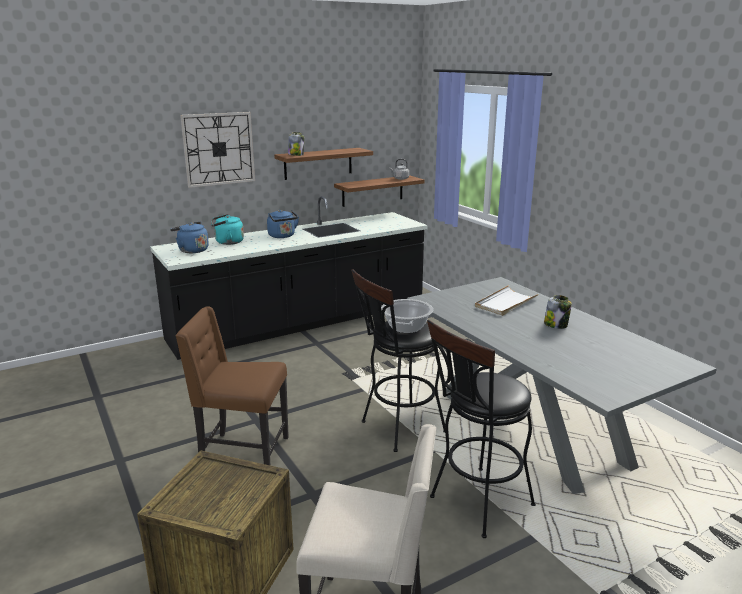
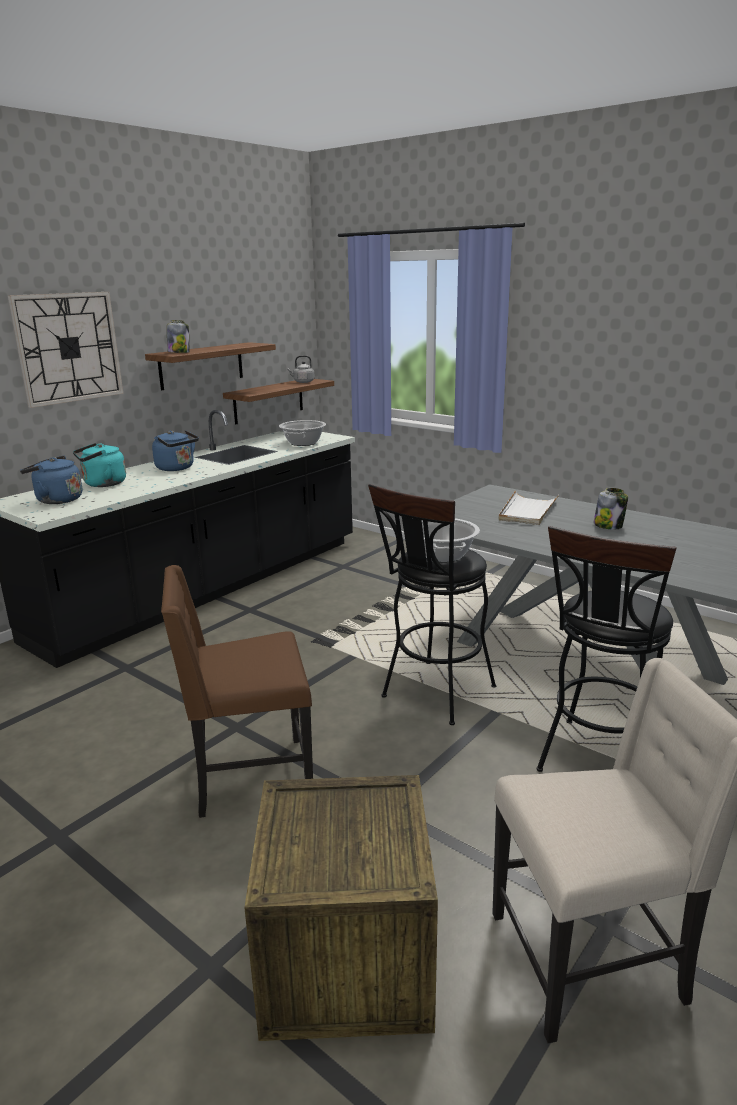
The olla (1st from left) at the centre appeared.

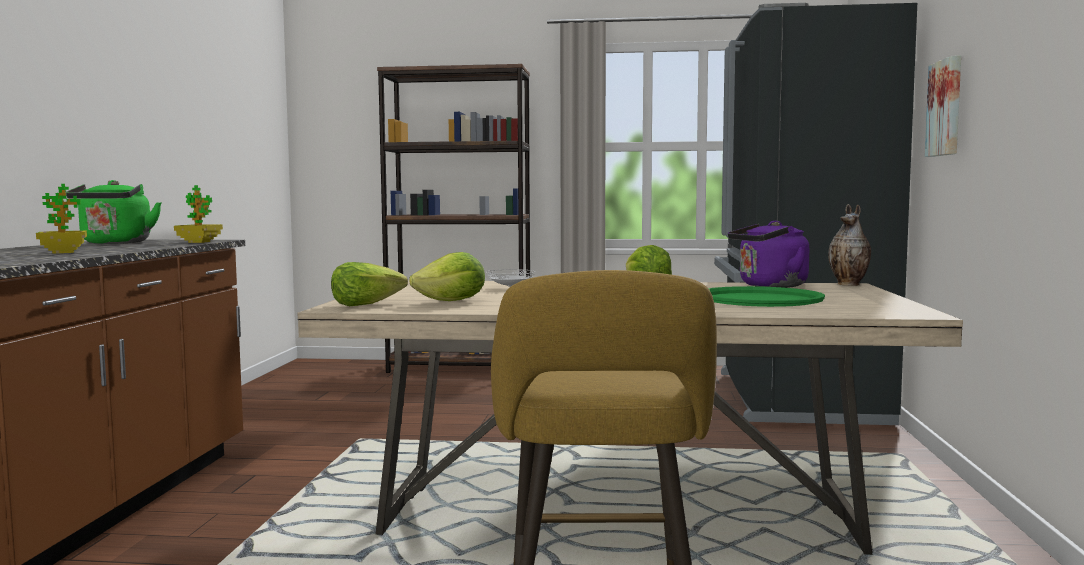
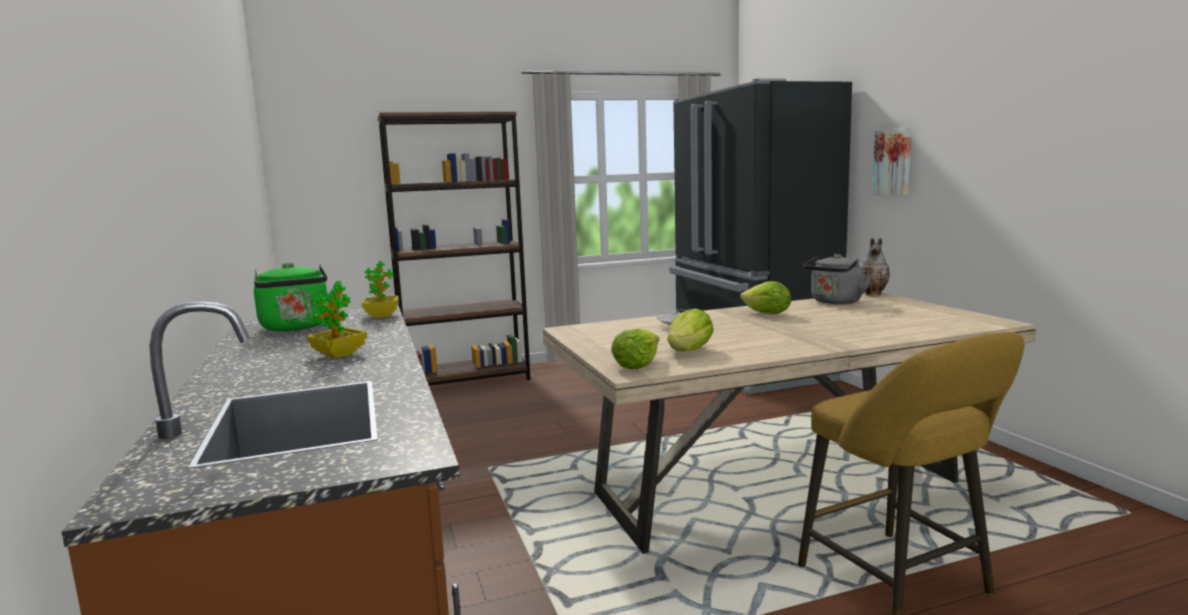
The bandeja/verde at the middle right disappeared. The hervidor/morado at the middle right became the hervidor/gris at the middle right.

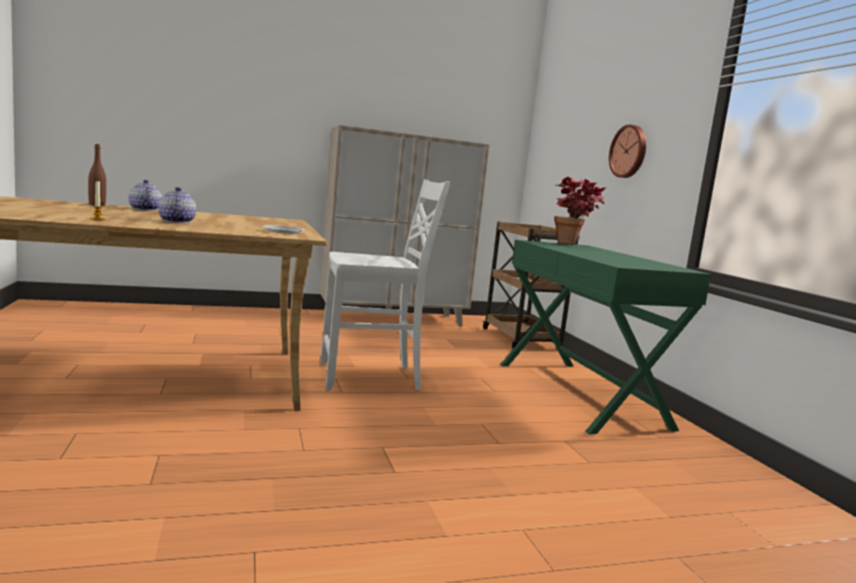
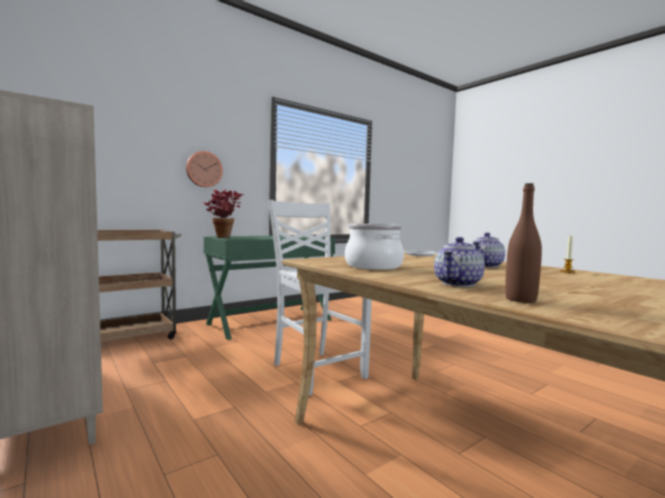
The olla at the centre appeared.

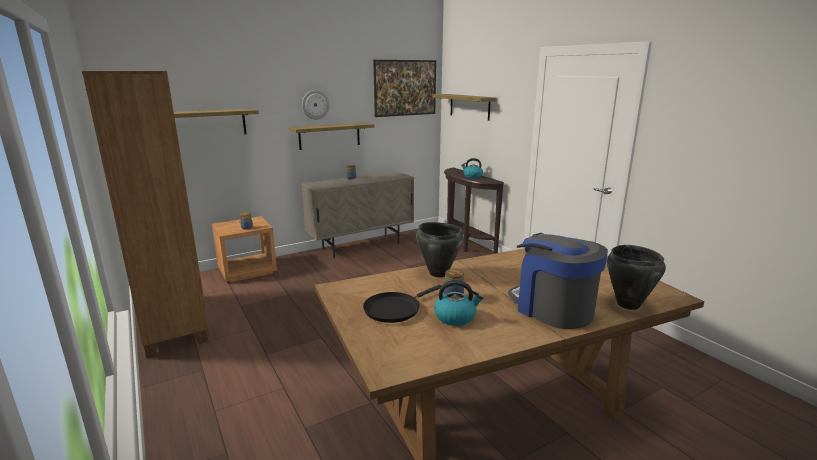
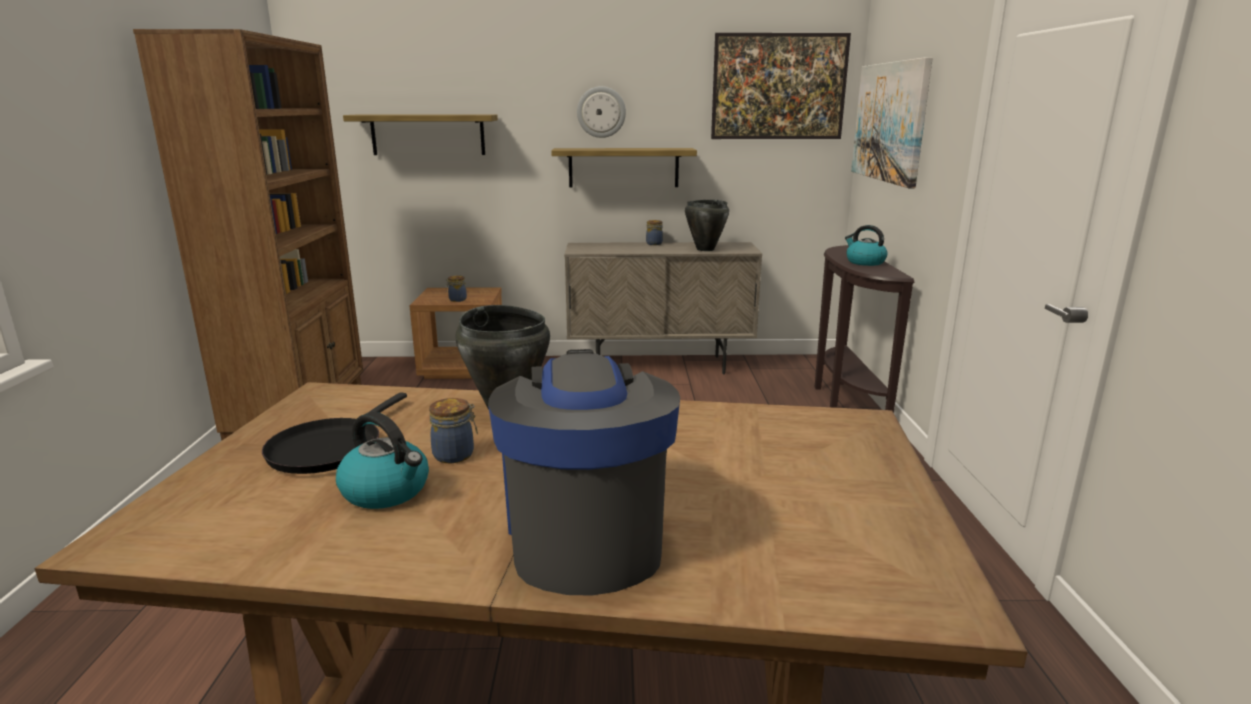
The olla/negro (2nd from left) moved from the middle right to the top centre. The estante (3rd from left) at the top centre was replaced by the cuadro (2nd from left) at the top right. The sartén/negro at the centre turned 60 degrees counterclockwise.

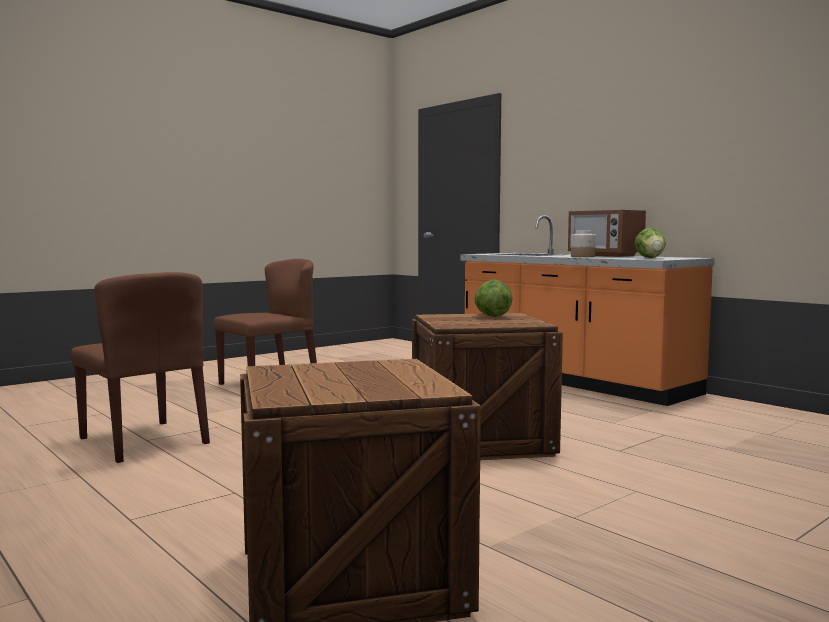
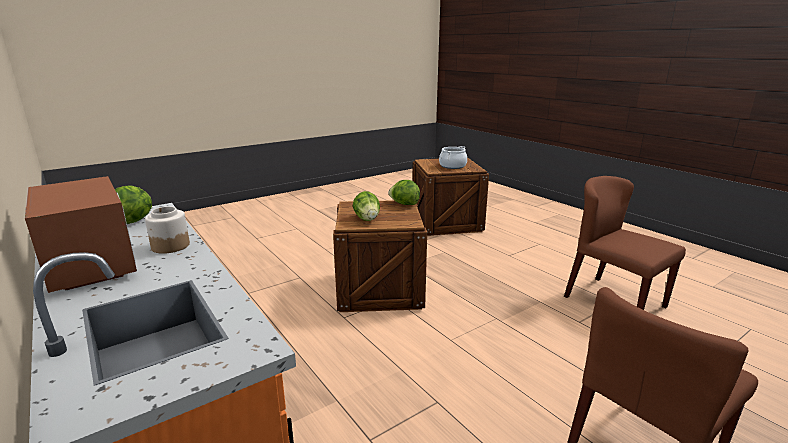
The lechuga (3rd from left) at the centre appeared. The olla at the centre appeared.

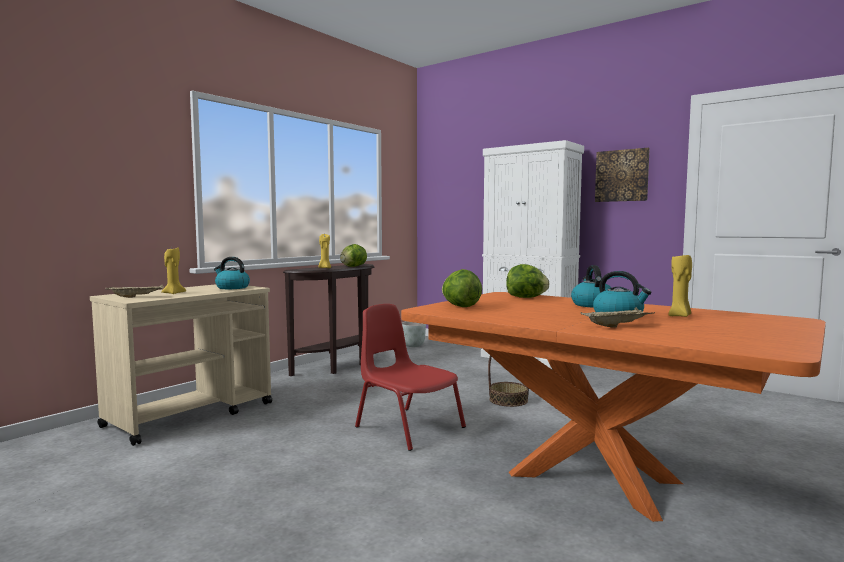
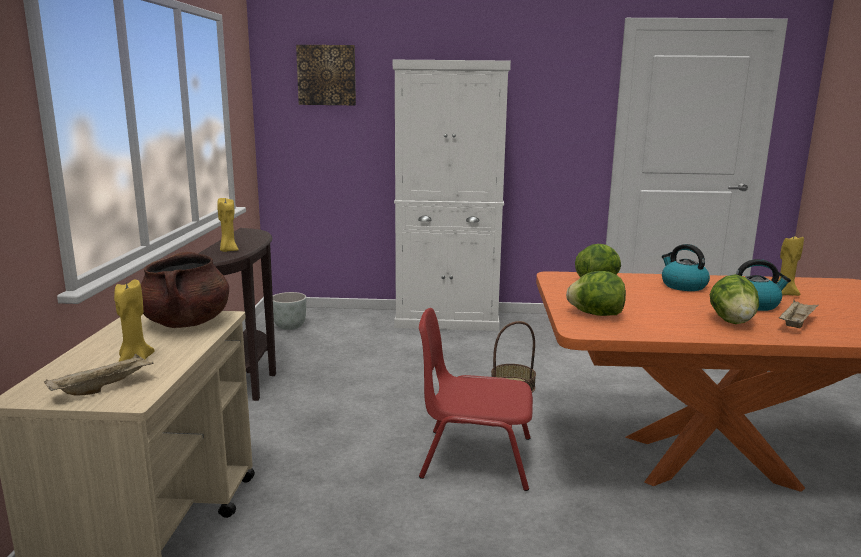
The lechuga (1st from left in the first image) moved from the centre to the middle right. The cuadro moved from the top right to the top centre. The hervidor (1st from left) at the middle left was replaced by the olla/marrón at the middle left.

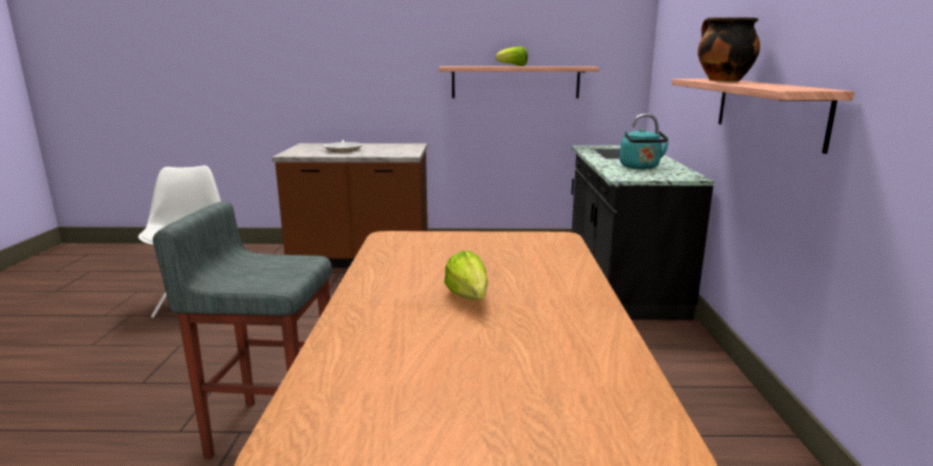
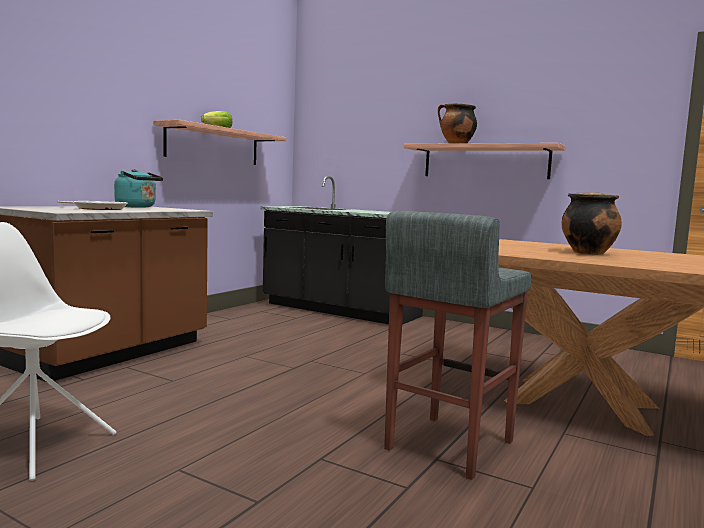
The hervidor/turquesa moved from the top right to the middle left. The lechuga (1st from left) at the centre was replaced by the olla (2nd from left) at the middle right.

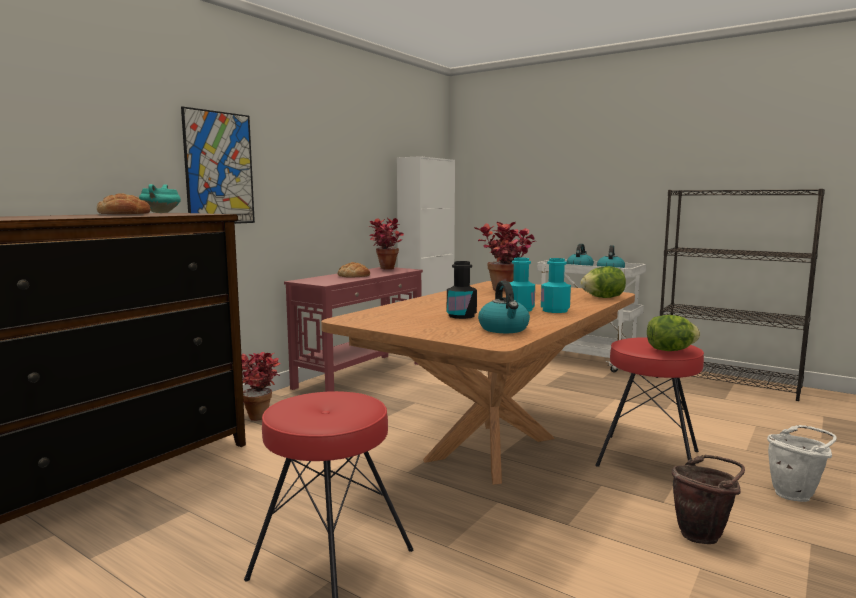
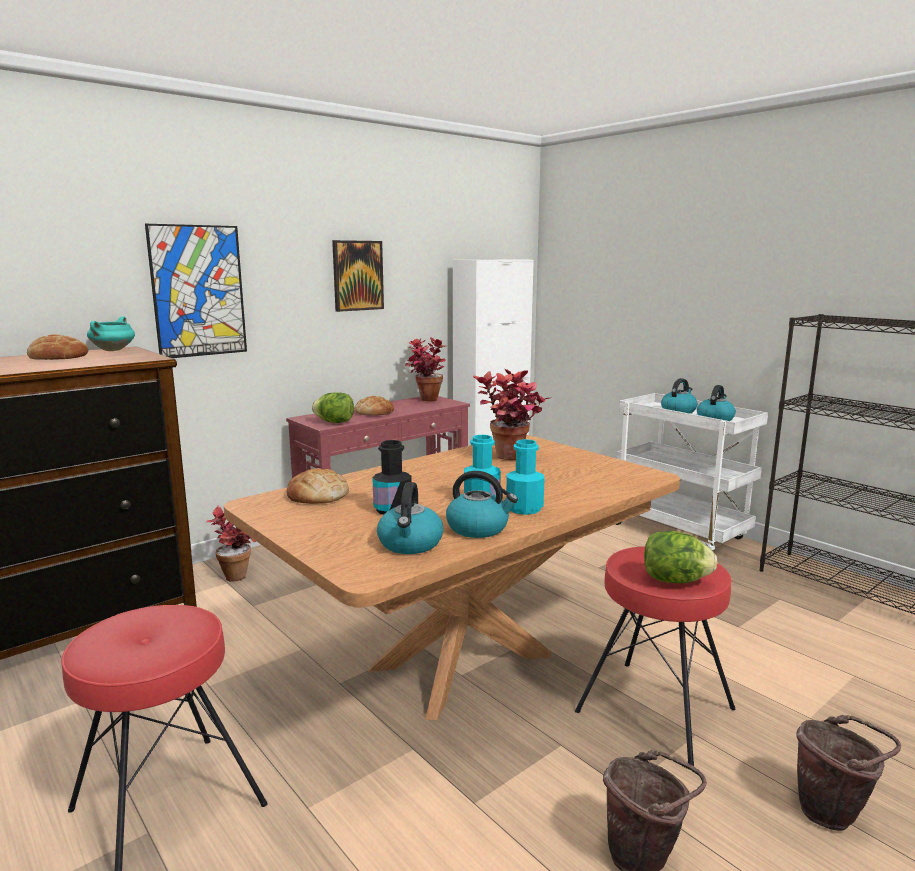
The pan (2nd from left) at the centre appeared. The cuadro (2nd from left) at the top centre appeared. The hervidor (2nd from left) at the centre appeared. The lechuga (1st from left) moved from the middle right to the centre. The cubo/blanco at the bottom right became the cubo/marrón (2nd from left) at the bottom right.

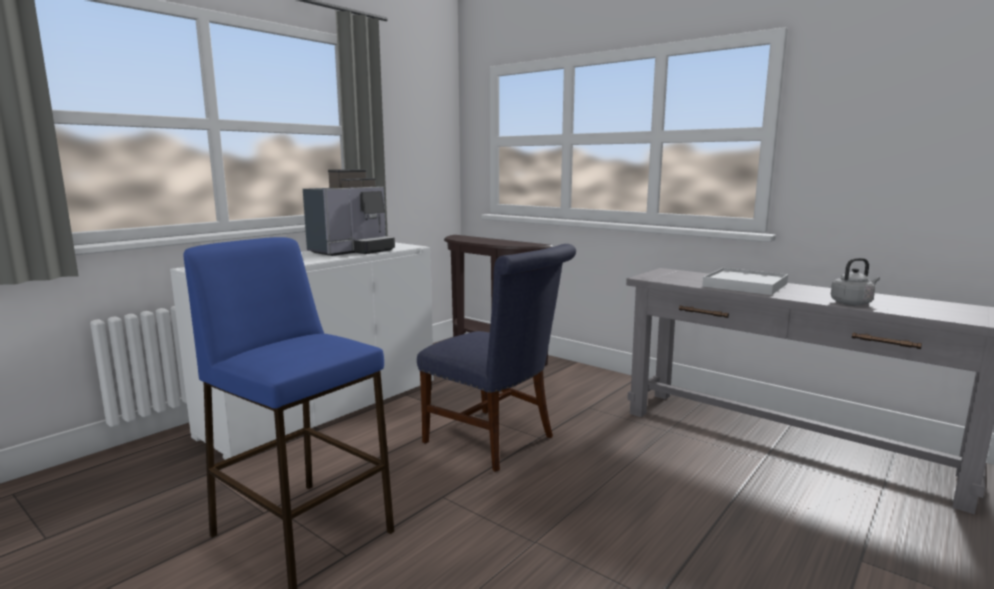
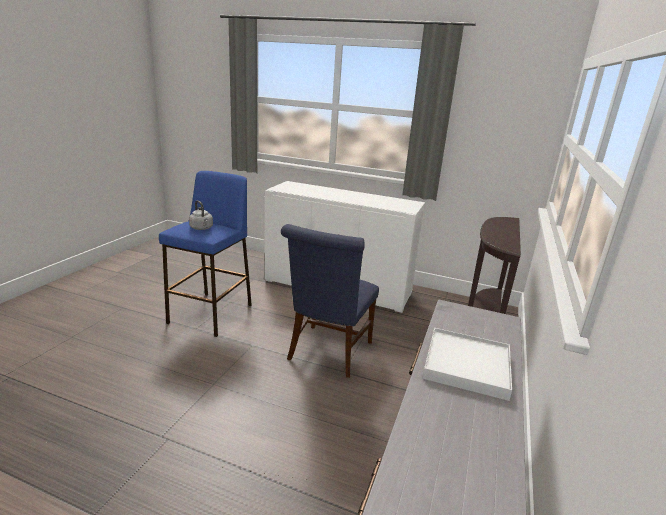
The cafetera at the centre disappeared. The hervidor/gris moved from the middle right to the middle left.

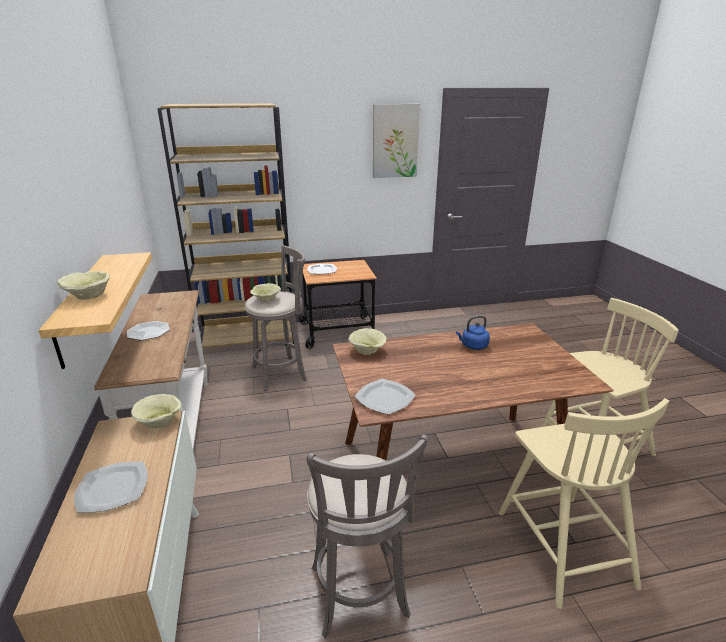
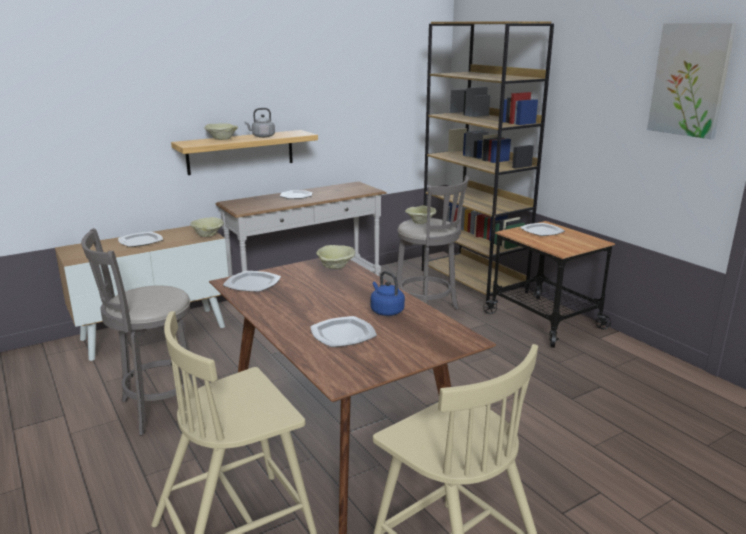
The hervidor/gris at the top centre appeared. The plato (4th from left) at the centre appeared.

